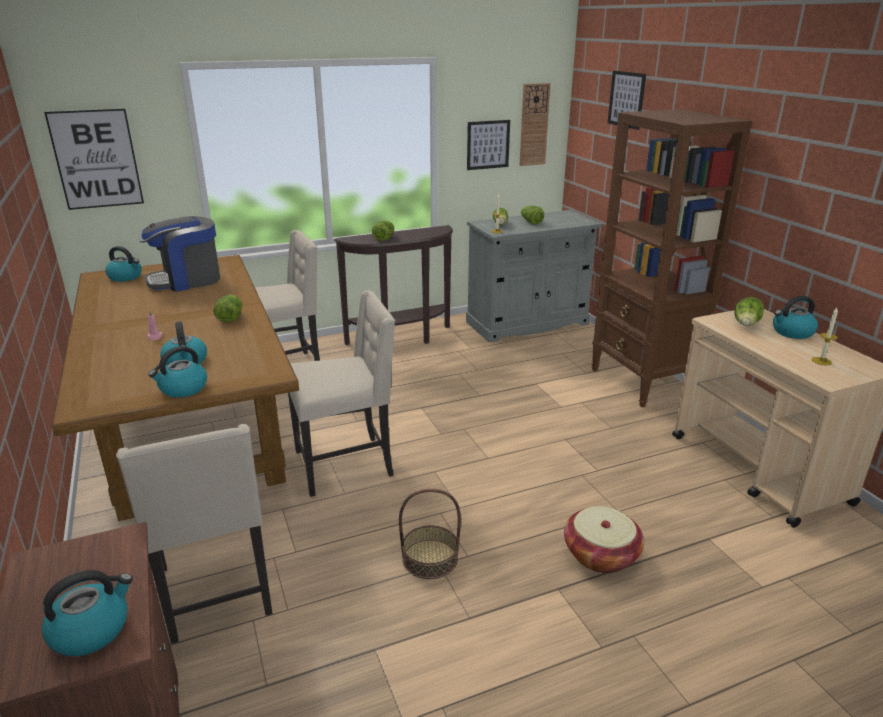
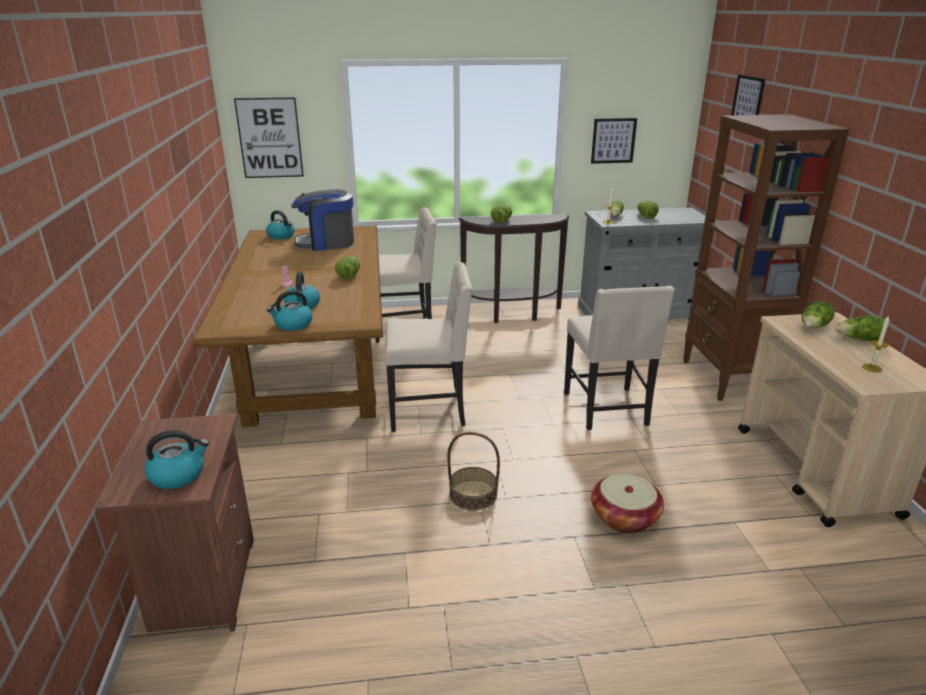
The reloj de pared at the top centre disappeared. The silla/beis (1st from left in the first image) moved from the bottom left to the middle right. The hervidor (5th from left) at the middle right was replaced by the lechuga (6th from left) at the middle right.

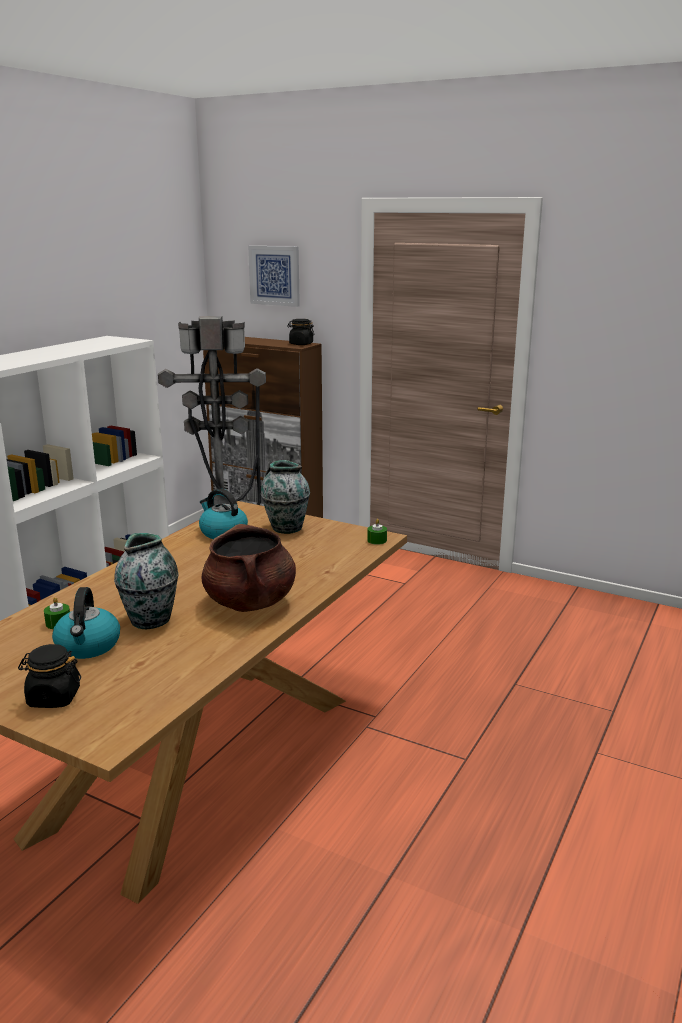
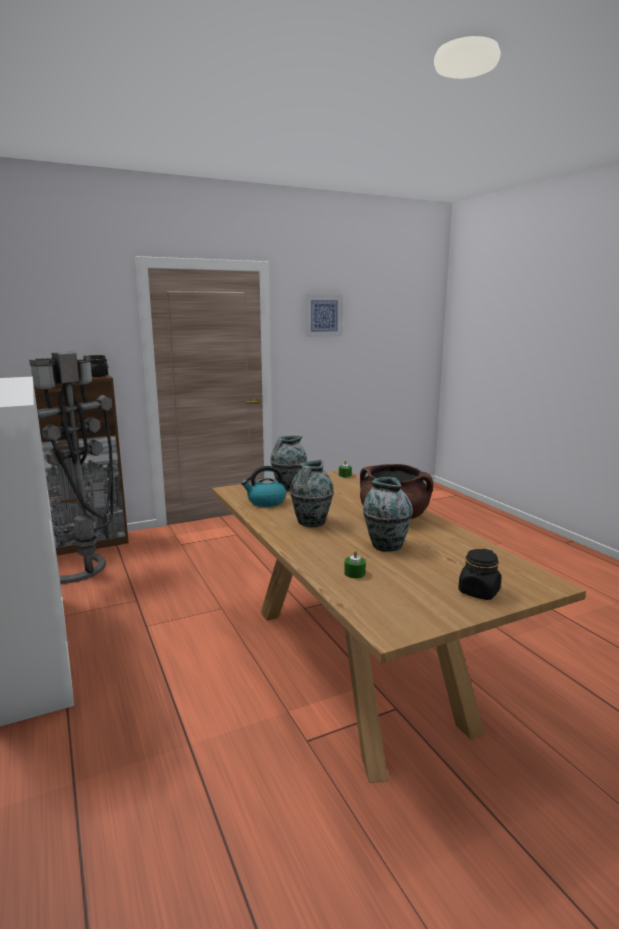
The hervidor (1st from left) at the middle left disappeared. The florero (2nd from left) at the centre appeared. The cuadro moved from the top centre to the centre.

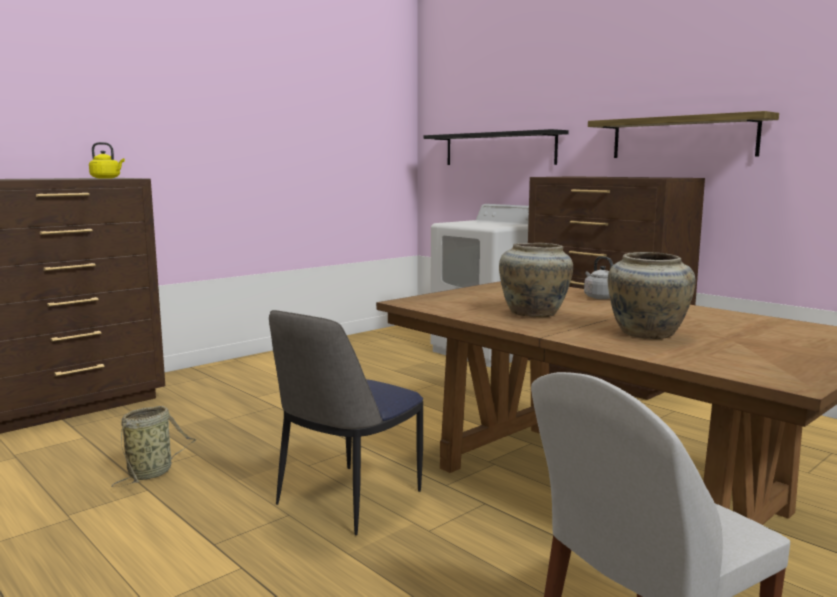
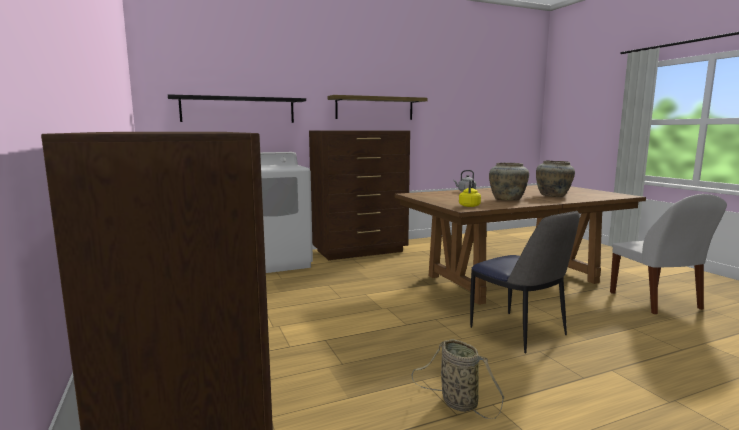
The hervidor/amarillo moved from the top left to the centre.

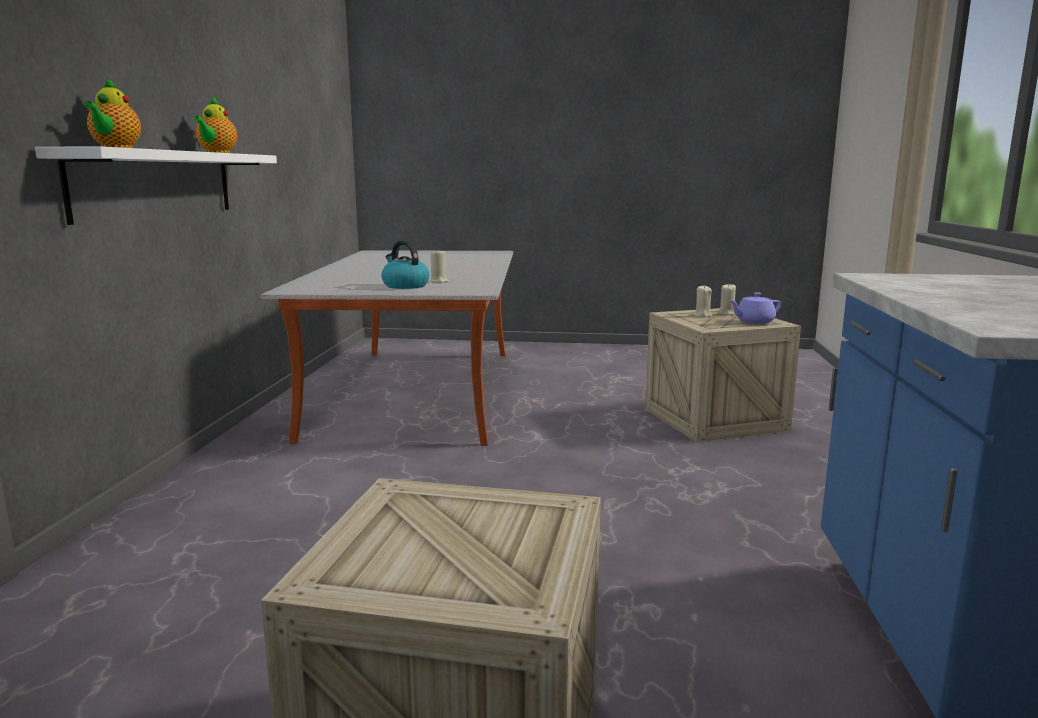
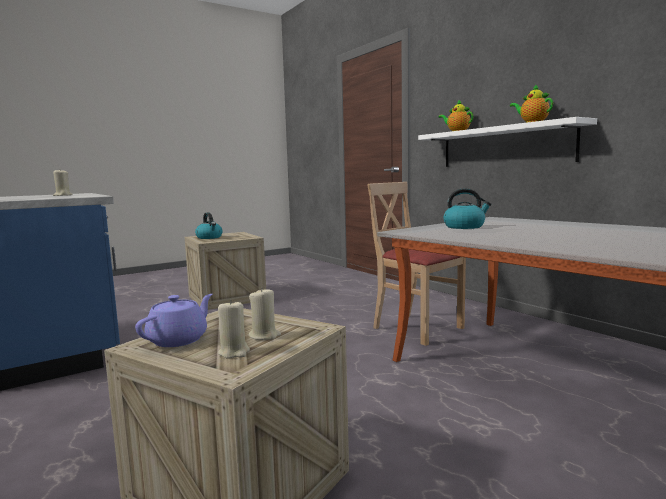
The hervidor (1st from left) at the middle left appeared. The silla/beis at the centre appeared. The vela/beis (1st from left) moved from the centre to the middle left.

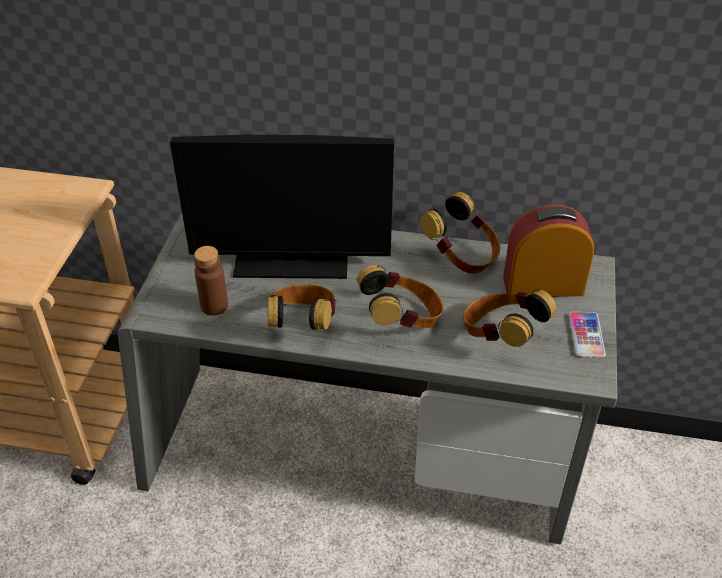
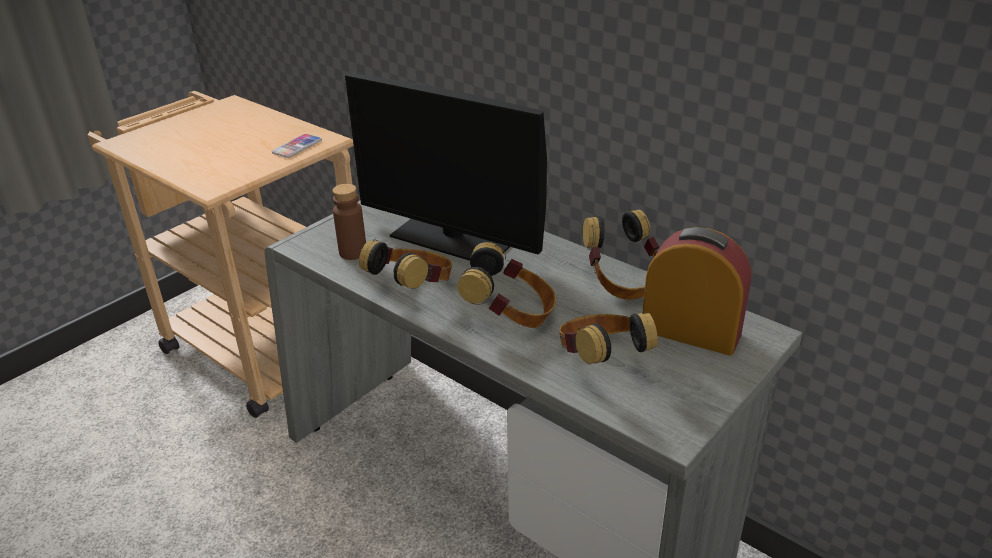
The móvil moved from the middle right to the top left.

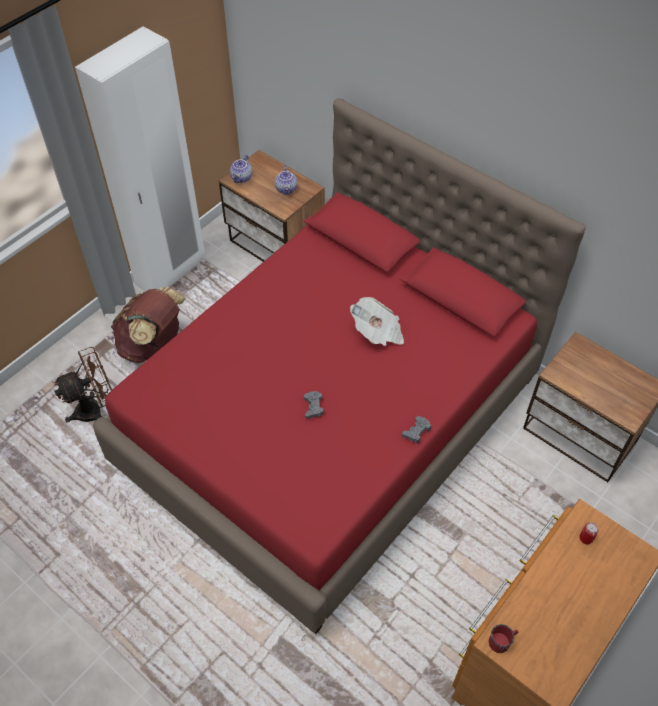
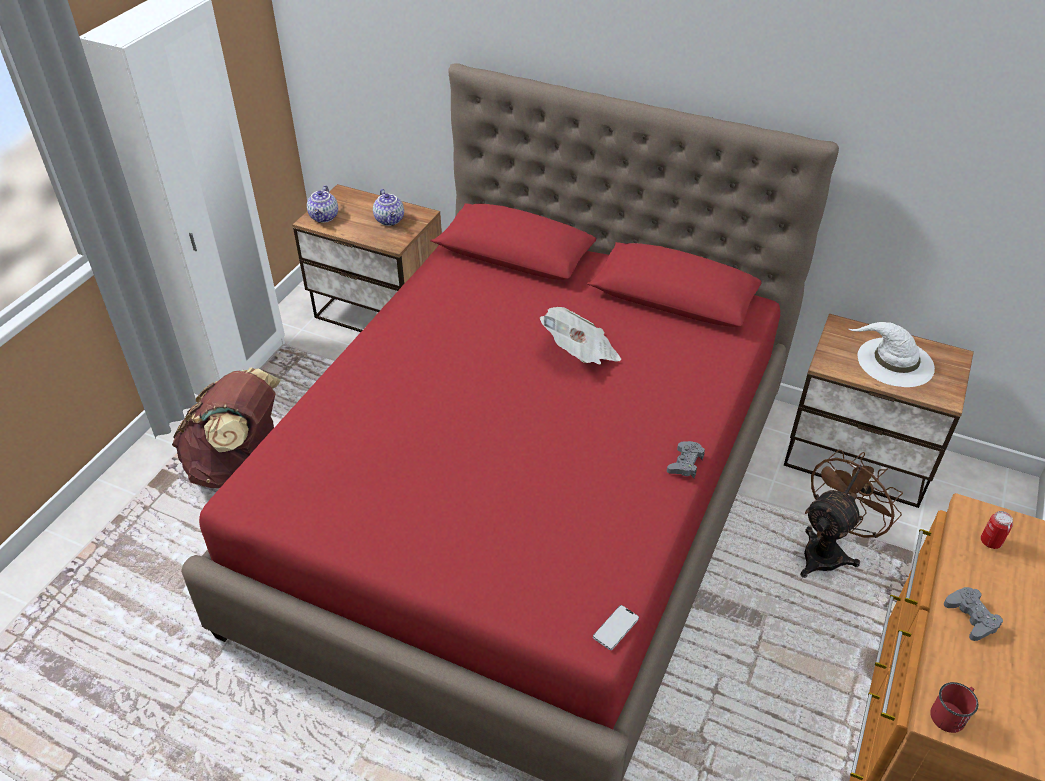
The móvil at the bottom centre appeared. The sombrero/blanco at the middle right appeared. The ventilador/marrón moved from the middle left to the middle right. The mando de consola/gris (1st from left in the first image) moved from the centre to the bottom right.

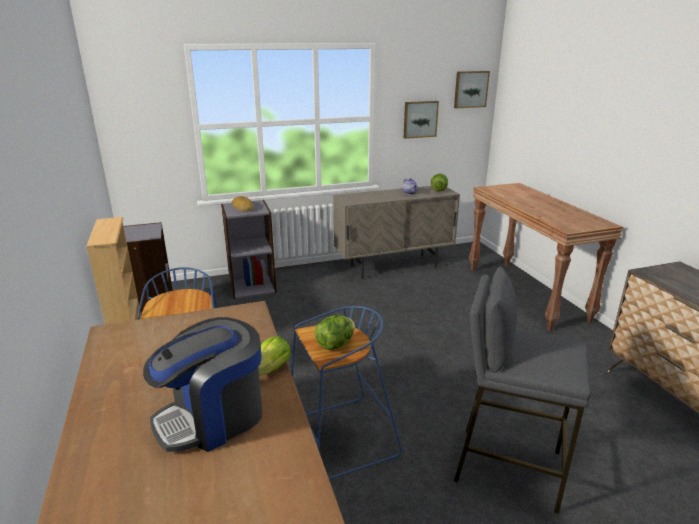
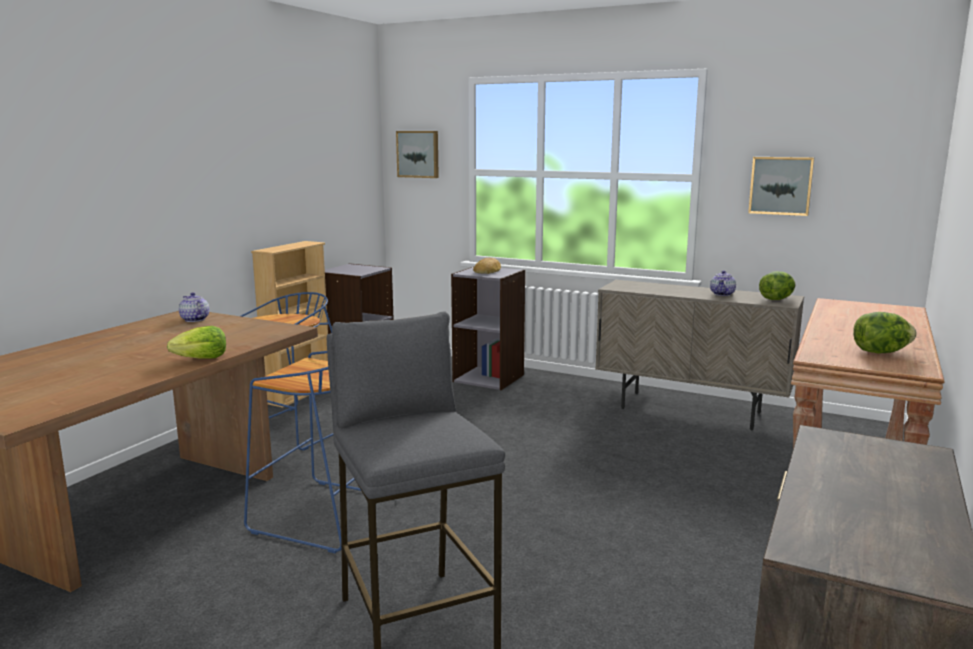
The cafetera at the bottom left disappeared. The tetera (1st from left) at the middle left appeared. The lechuga (2nd from left in the first image) moved from the centre to the middle right. The cuadro (2nd from left in the first image) moved from the top right to the top centre.

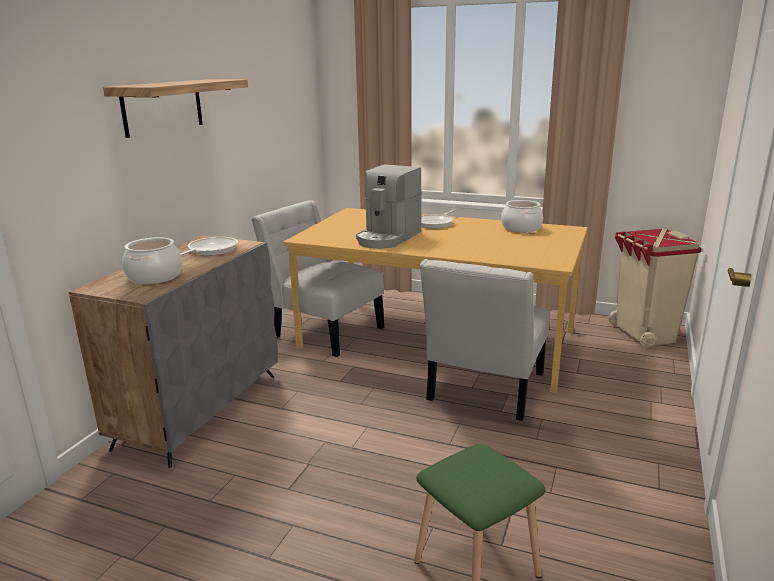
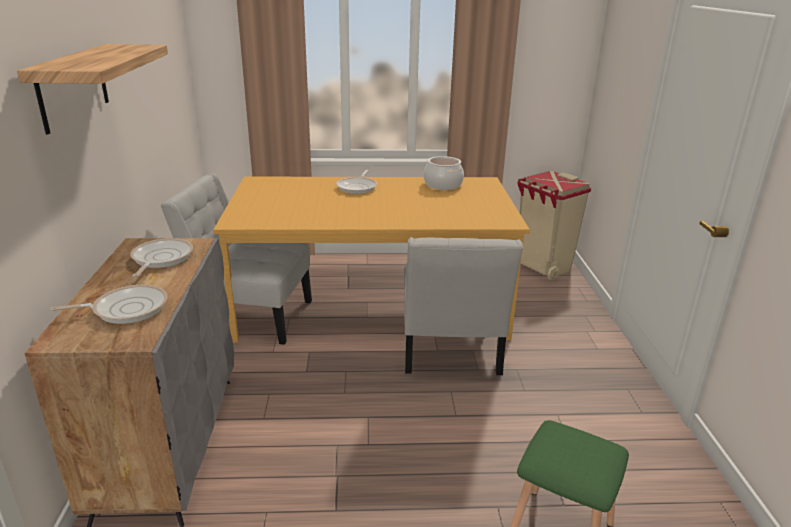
The cafetera at the centre disappeared. The olla (1st from left) at the middle left was replaced by the sartén (1st from left) at the middle left.

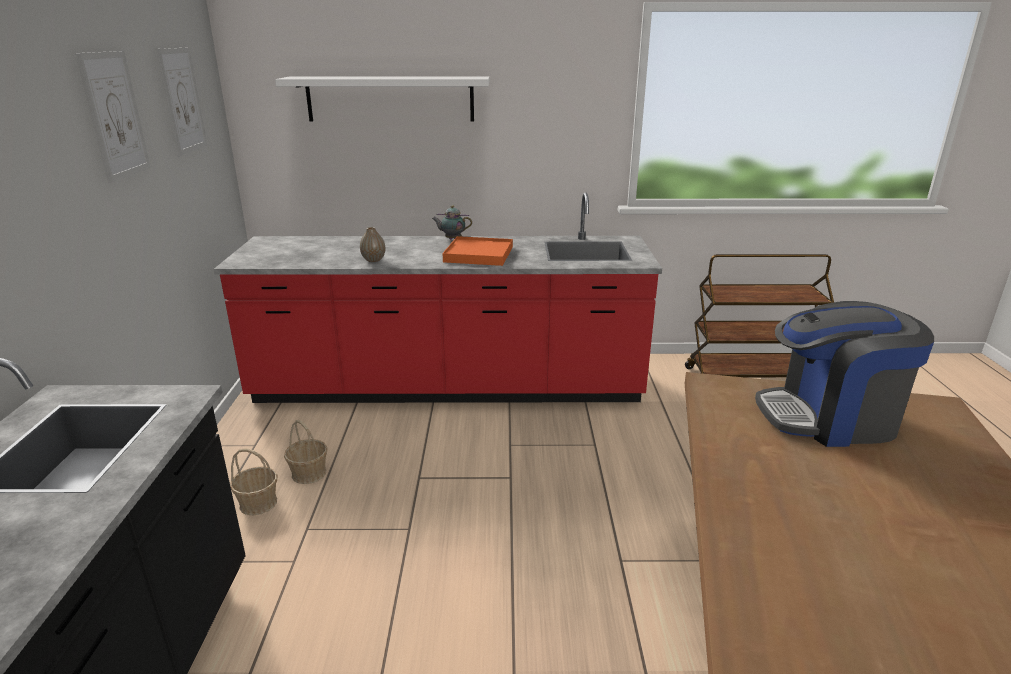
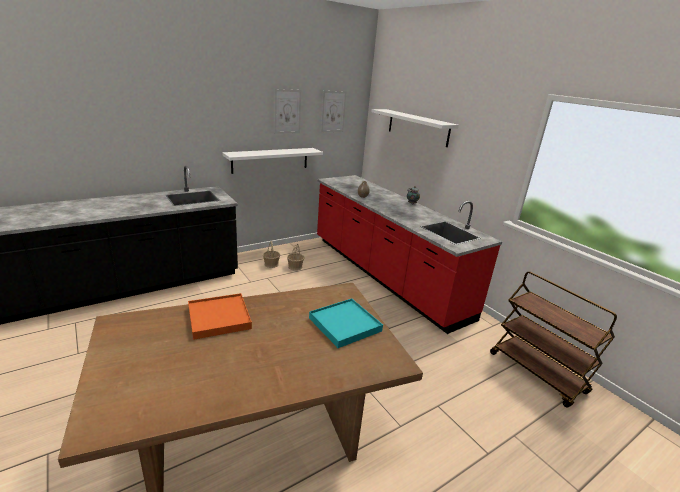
The estante/blanco (1st from left) at the top centre appeared. The bandeja/naranja moved from the centre to the middle left. The cafetera at the middle right was replaced by the bandeja/turquesa at the centre.

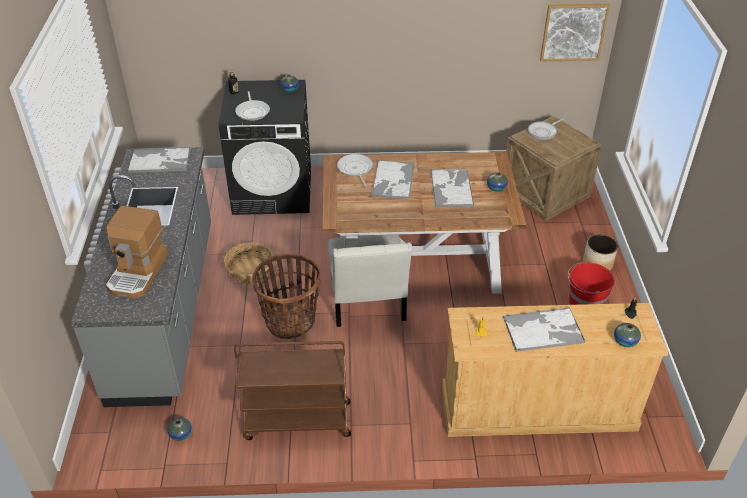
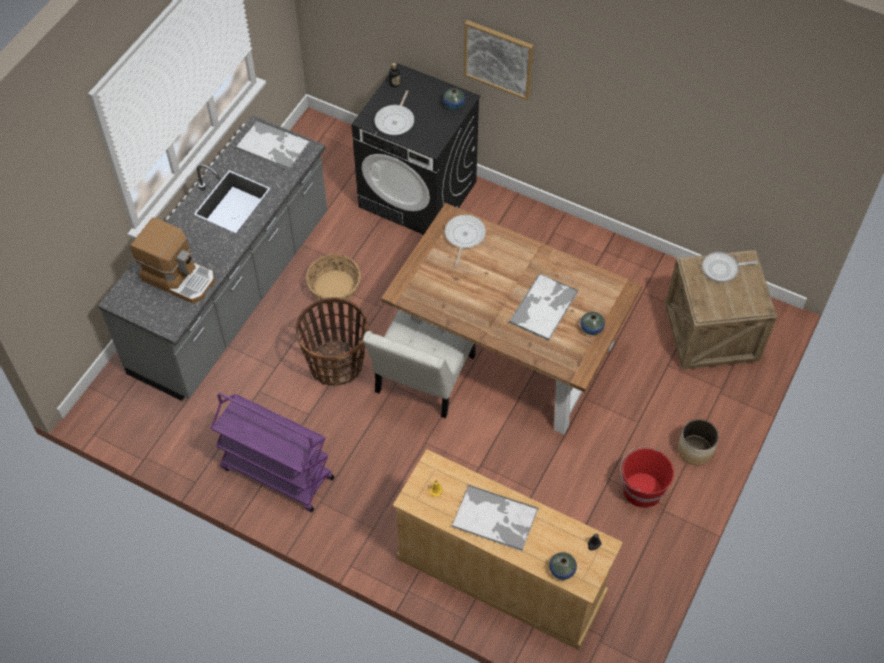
The florero (1st from left) at the bottom left disappeared. The bandeja (2nd from left) at the centre disappeared. The cuadro moved from the top right to the top centre. The carrito/marrón at the bottom centre became the carrito/morado at the bottom left. The cafetera at the middle left turned 105 degrees counterclockwise.

